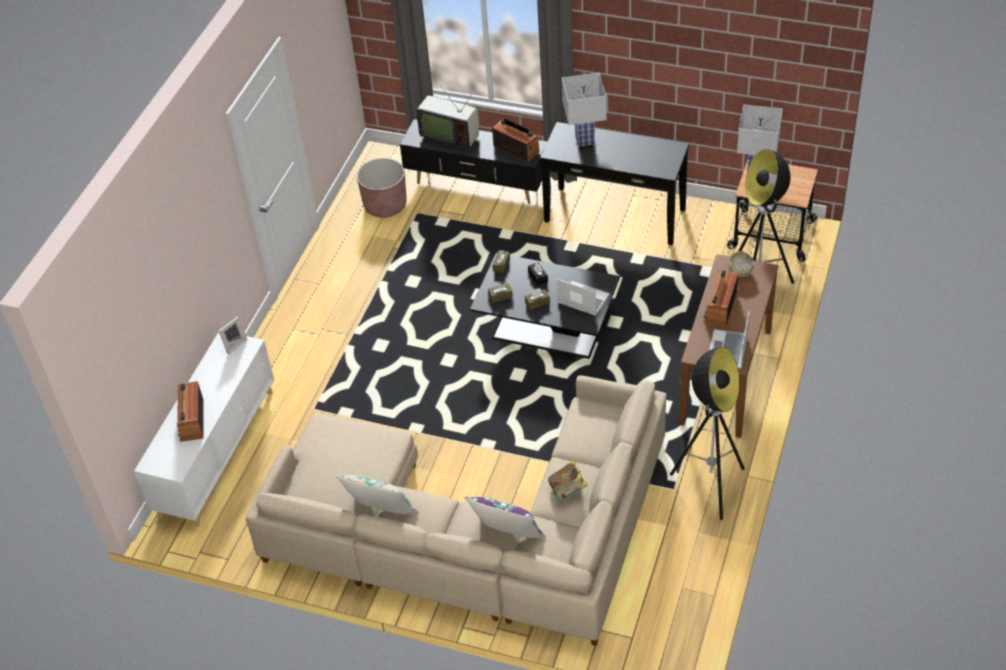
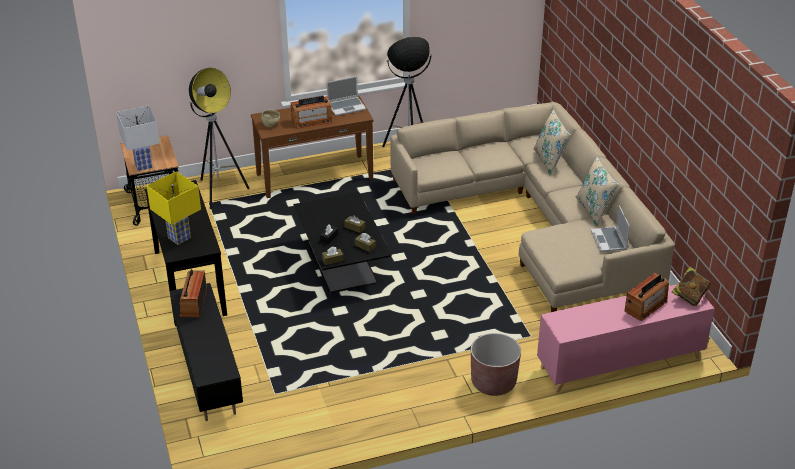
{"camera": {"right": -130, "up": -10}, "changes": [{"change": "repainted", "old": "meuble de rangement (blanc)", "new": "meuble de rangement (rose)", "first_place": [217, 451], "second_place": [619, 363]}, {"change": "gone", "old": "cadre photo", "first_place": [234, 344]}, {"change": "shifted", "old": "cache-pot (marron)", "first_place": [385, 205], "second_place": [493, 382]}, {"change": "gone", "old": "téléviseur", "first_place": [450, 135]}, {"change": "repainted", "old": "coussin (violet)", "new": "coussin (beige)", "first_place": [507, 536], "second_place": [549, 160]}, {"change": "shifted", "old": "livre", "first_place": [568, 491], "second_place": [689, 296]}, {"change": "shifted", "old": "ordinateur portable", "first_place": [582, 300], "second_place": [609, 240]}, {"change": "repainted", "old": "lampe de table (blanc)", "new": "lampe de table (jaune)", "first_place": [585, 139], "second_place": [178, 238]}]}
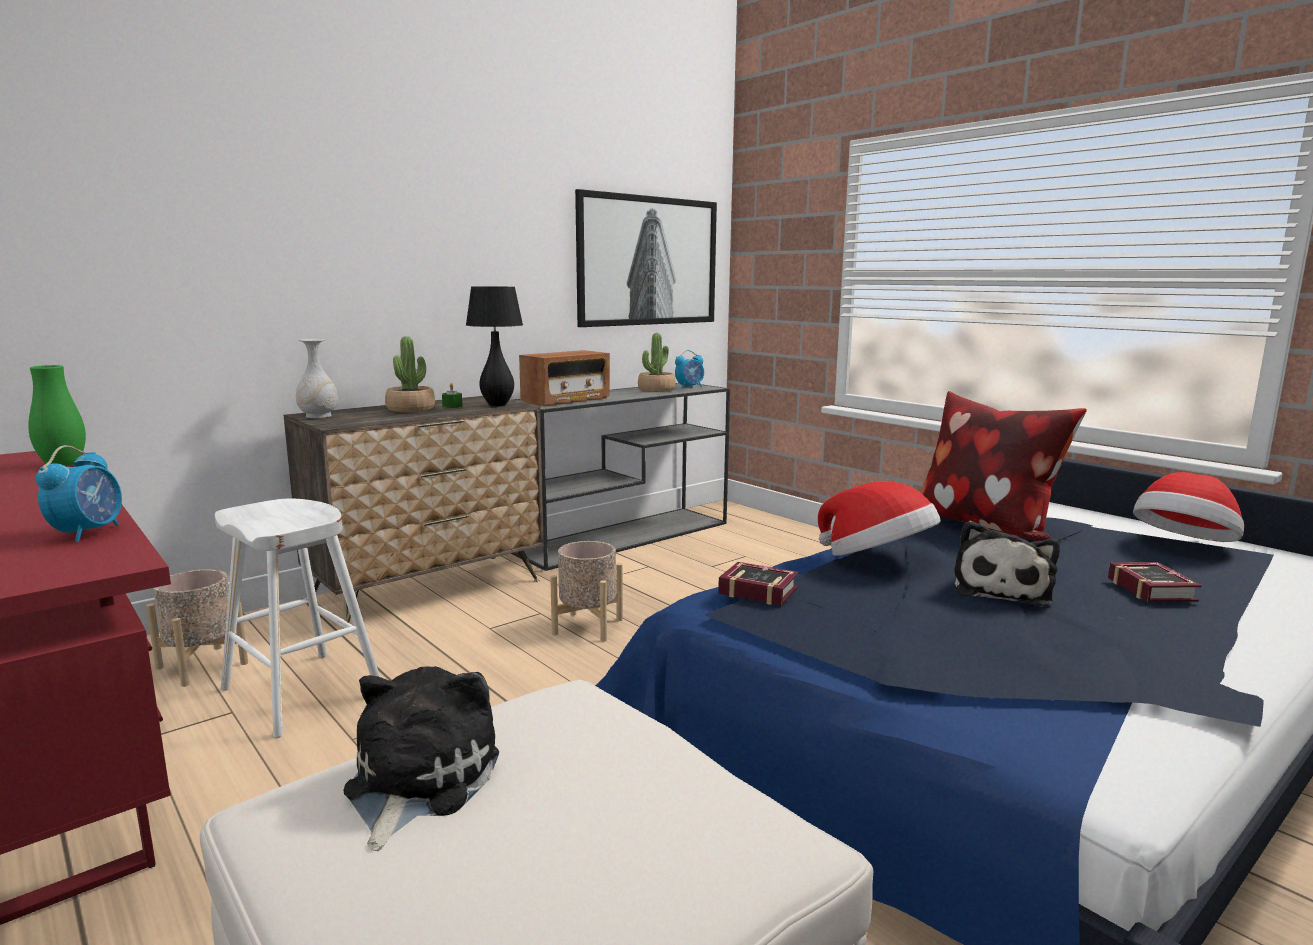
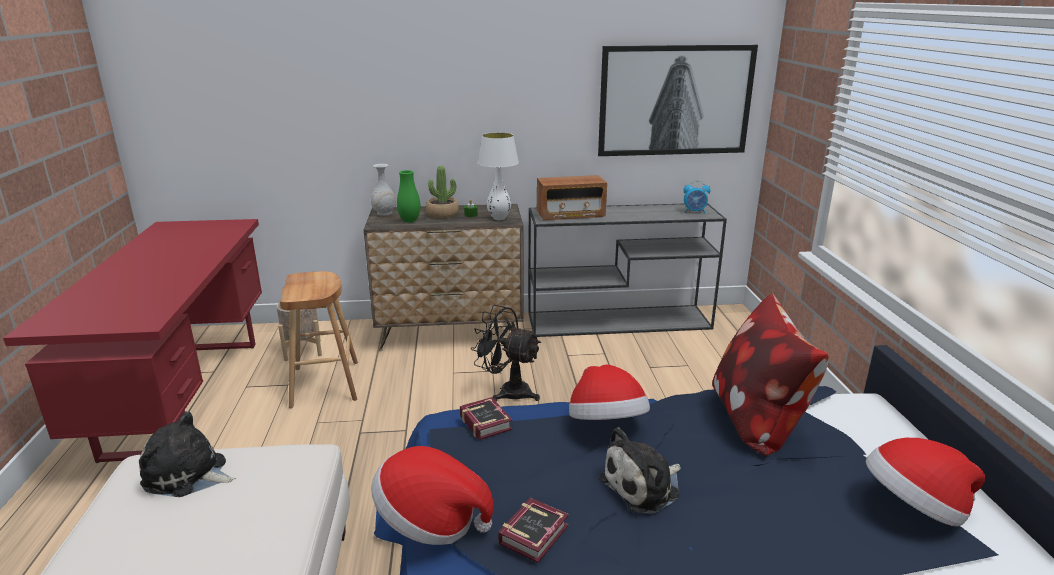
{"camera": {"right": 35, "up": 10}, "changes": [{"change": "shifted", "old": "vase (vert)", "first_place": [63, 464], "second_place": [409, 221]}, {"change": "gone", "old": "réveil", "first_place": [88, 533]}, {"change": "repainted", "old": "tabouret (blanc)", "new": "tabouret (marron)", "first_place": [302, 692], "second_place": [325, 383]}, {"change": "rotated", "old": "peluche", "first_place": [417, 781], "second_place": [188, 475], "degrees": -120}, {"change": "repainted", "old": "lampe de table (noir)", "new": "lampe de table (blanc)", "first_place": [498, 405], "second_place": [499, 218]}, {"change": "swapped", "old": "cache-pot (beige)", "new": "ventilateur (noir)", "first_place": [588, 626], "second_place": [508, 391]}, {"change": "gone", "old": "plante en pot", "first_place": [656, 390]}, {"change": "shifted", "old": "livre", "first_place": [1151, 588], "second_place": [536, 534]}, {"change": "new", "new": "chapeau", "second_place": [430, 521]}]}
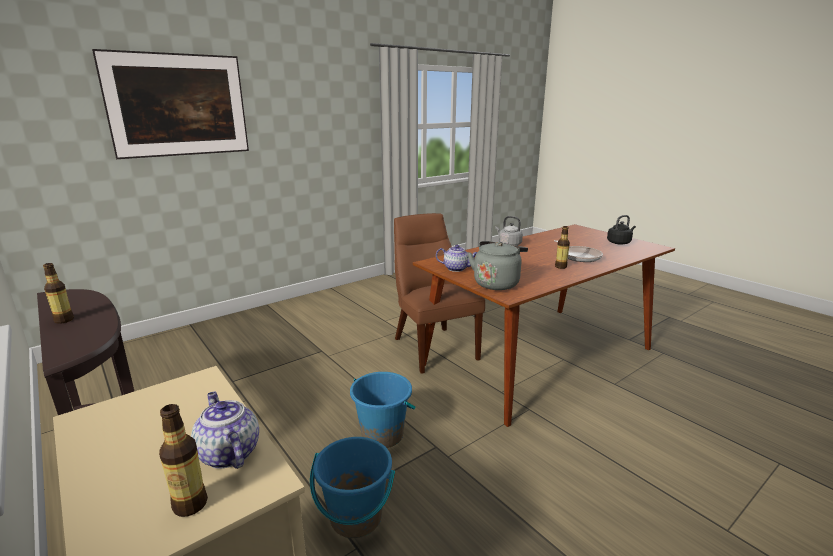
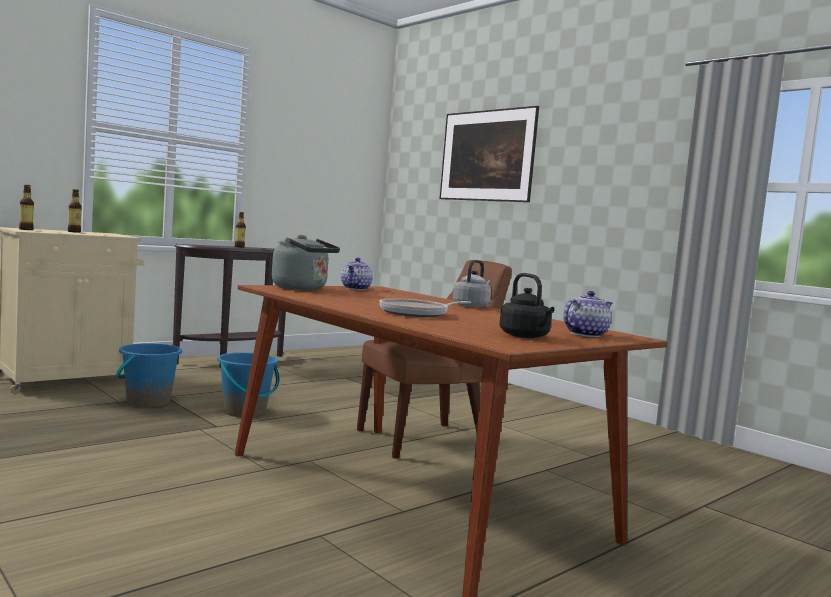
{"camera": {"right": 85, "up": -15}, "changes": [{"change": "shifted", "old": "théière", "first_place": [228, 453], "second_place": [586, 334]}, {"change": "shifted", "old": "bouteille", "first_place": [560, 267], "second_place": [74, 232]}]}
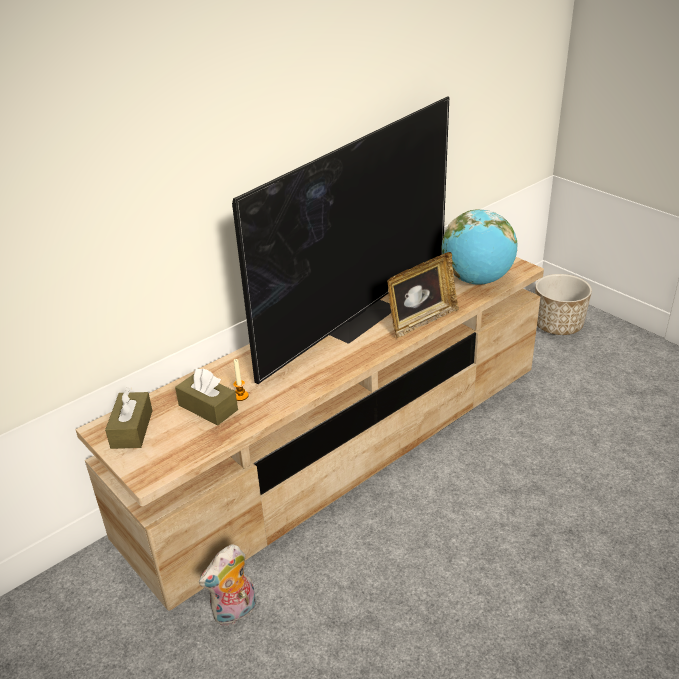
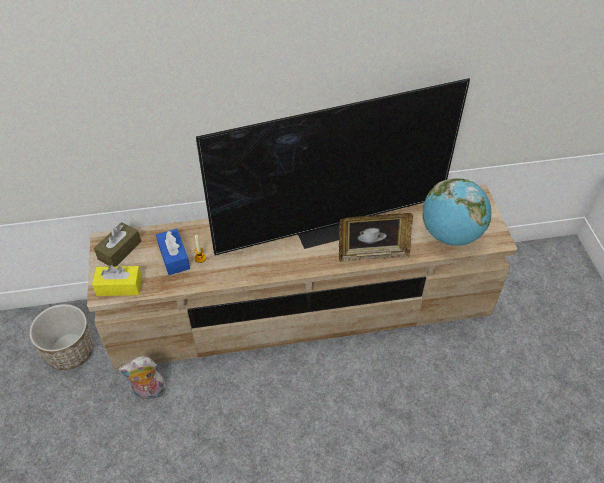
{"camera": {"right": 30, "up": 15}, "changes": [{"change": "repainted", "old": "boîte à mouchoirs (marron)", "new": "boîte à mouchoirs (bleu)", "first_place": [208, 407], "second_place": [174, 257]}, {"change": "shifted", "old": "cache-pot", "first_place": [558, 325], "second_place": [70, 351]}, {"change": "new", "new": "boîte à mouchoirs (jaune)", "second_place": [119, 286]}]}
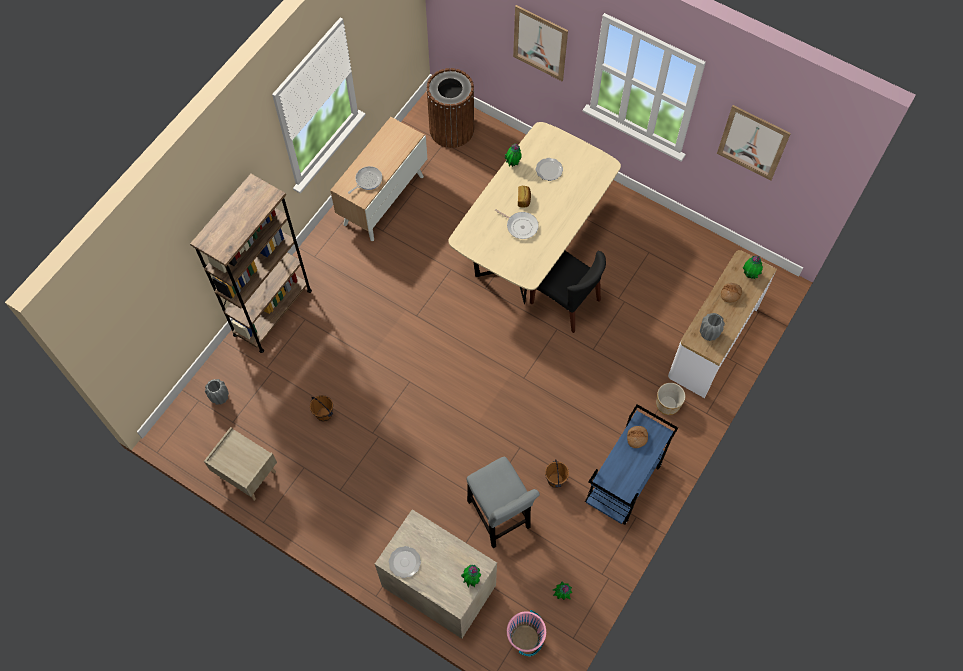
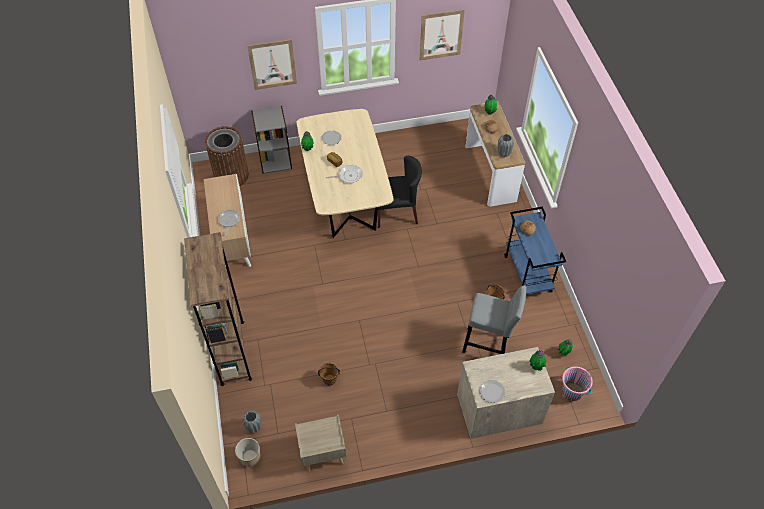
{"camera": {"right": -45, "up": -10}, "changes": [{"change": "shifted", "old": "cache-pot", "first_place": [668, 404], "second_place": [250, 456]}, {"change": "new", "new": "bibliothèque (gris)", "second_place": [275, 160]}]}
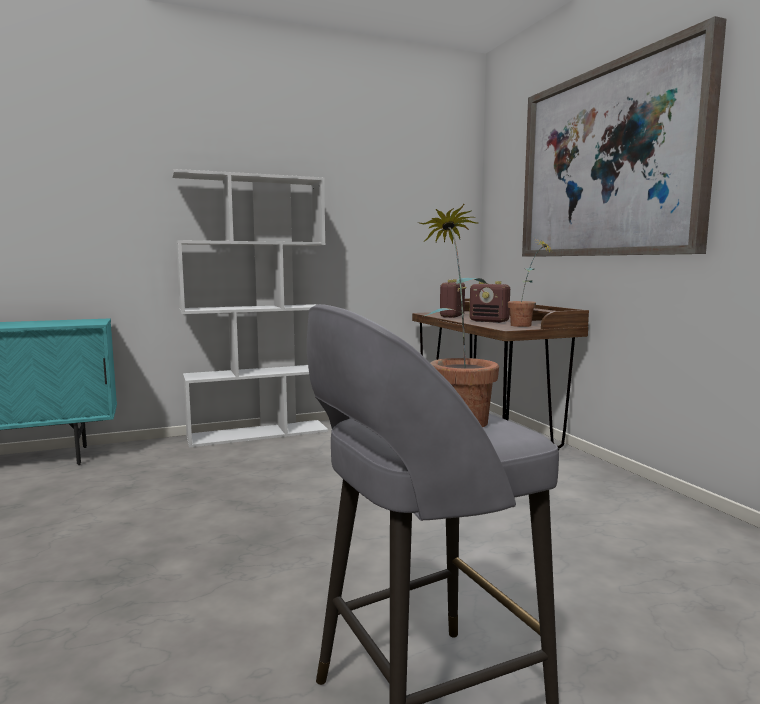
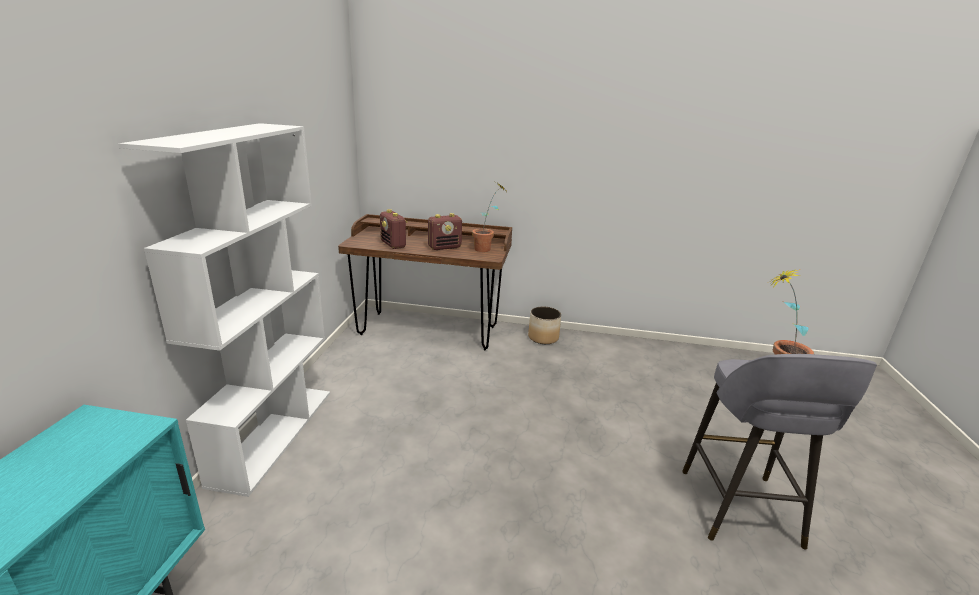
{"camera": {"right": -60, "up": 15}, "changes": [{"change": "gone", "old": "tableau", "first_place": [607, 163]}, {"change": "new", "new": "cache-pot", "second_place": [543, 337]}]}
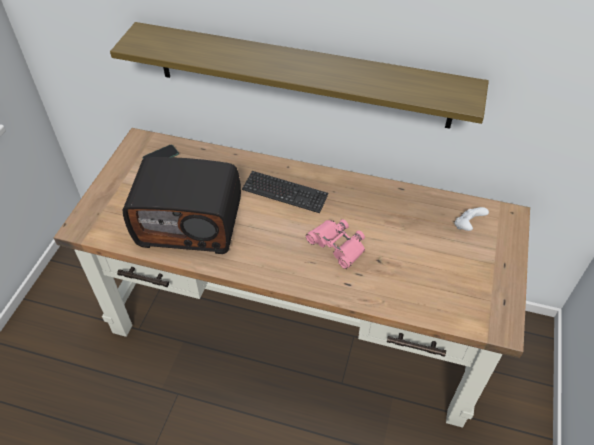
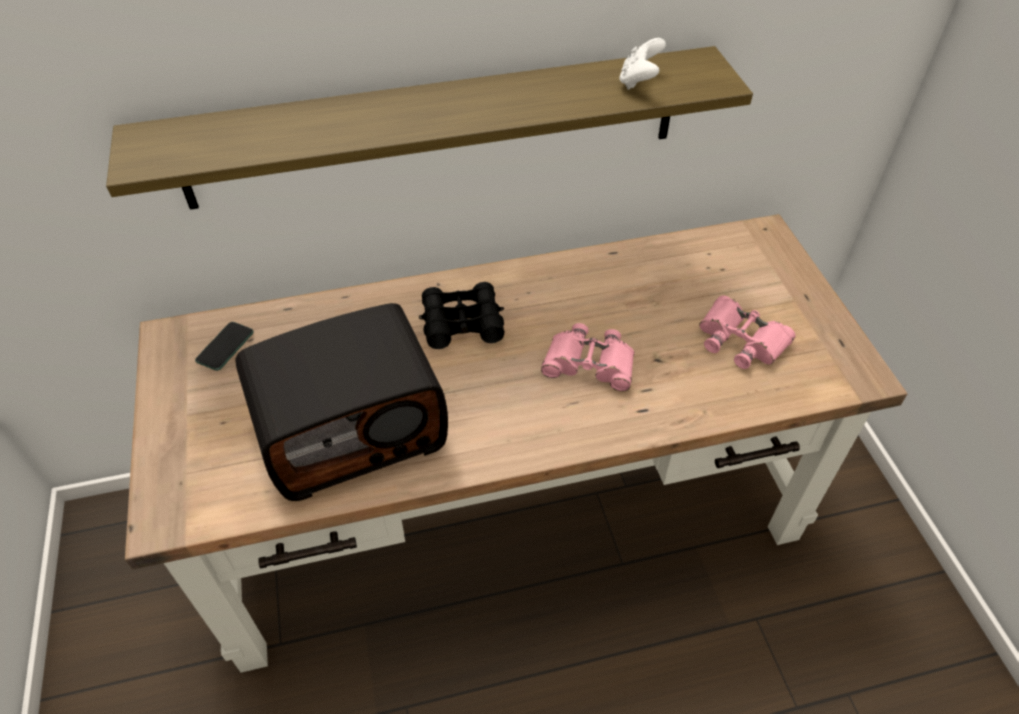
{"camera": {"right": -30, "up": 0}, "changes": [{"change": "swapped", "old": "clavier", "new": "jumelles (noir)", "first_place": [285, 193], "second_place": [462, 323]}, {"change": "shifted", "old": "manette (blanc)", "first_place": [467, 226], "second_place": [639, 81]}, {"change": "new", "new": "jumelles (rose)", "second_place": [741, 340]}]}
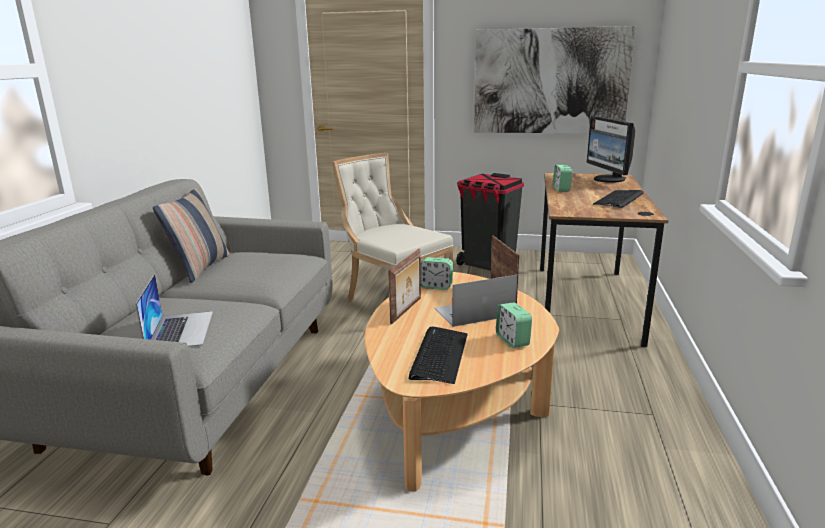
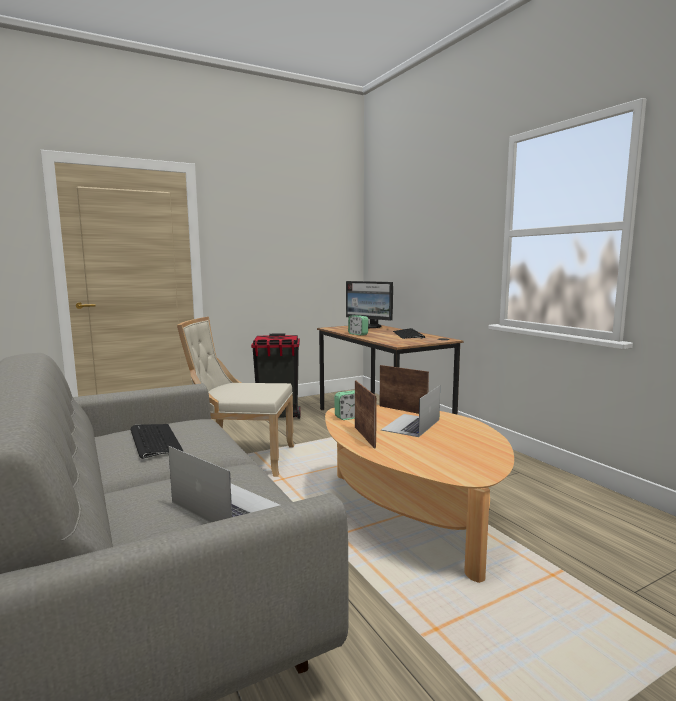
{"camera": {"right": -40, "up": -10}, "changes": [{"change": "gone", "old": "coussin", "first_place": [200, 268]}, {"change": "shifted", "old": "clavier", "first_place": [439, 355], "second_place": [154, 441]}, {"change": "gone", "old": "tableau", "first_place": [550, 81]}, {"change": "gone", "old": "réveil", "first_place": [512, 340]}]}
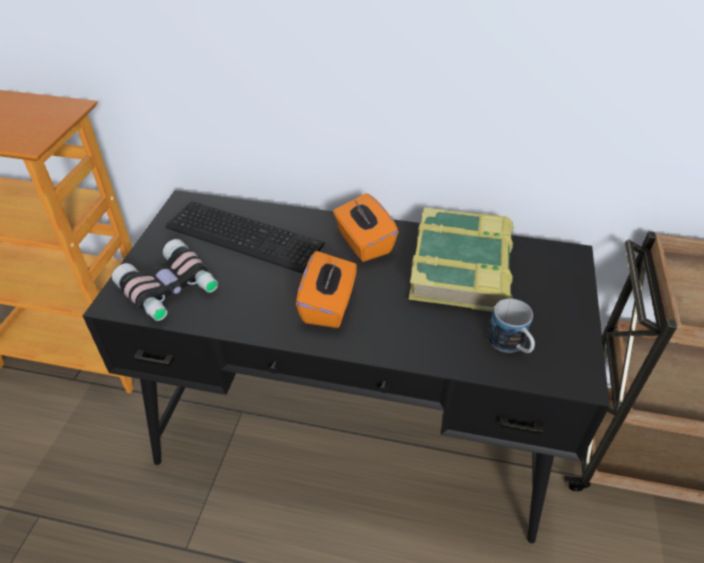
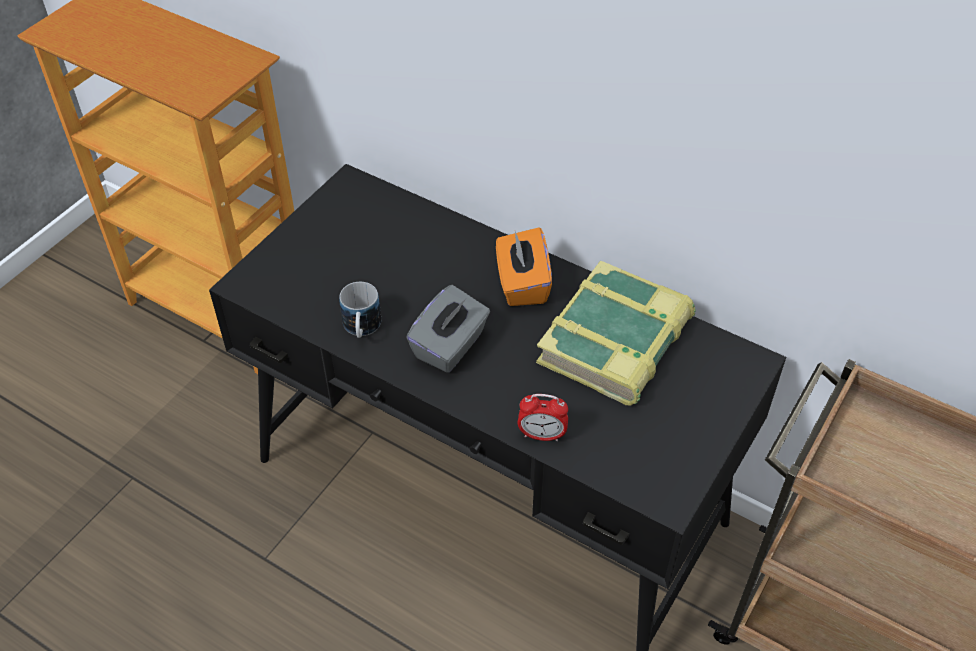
{"camera": {"right": 20, "up": 5}, "changes": [{"change": "gone", "old": "jumelles", "first_place": [170, 289]}, {"change": "gone", "old": "clavier", "first_place": [244, 233]}, {"change": "repainted", "old": "boîte à mouchoirs (orange)", "new": "boîte à mouchoirs (gris)", "first_place": [328, 306], "second_place": [450, 346]}, {"change": "shifted", "old": "mug", "first_place": [511, 345], "second_place": [361, 329]}, {"change": "new", "new": "réveil", "second_place": [542, 435]}]}
